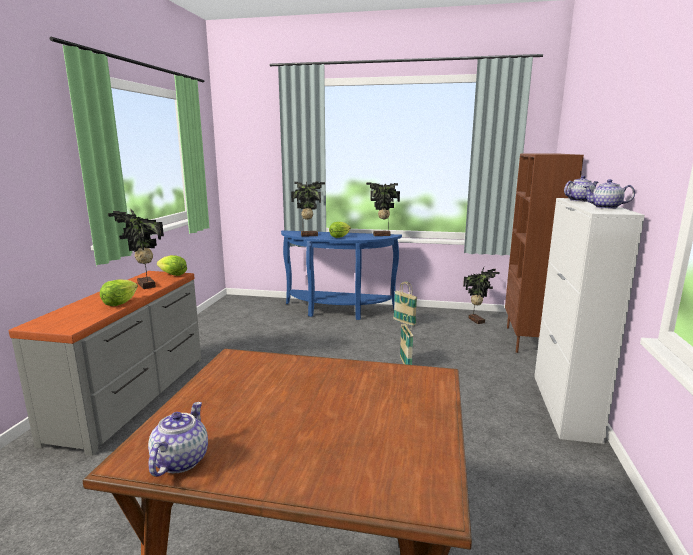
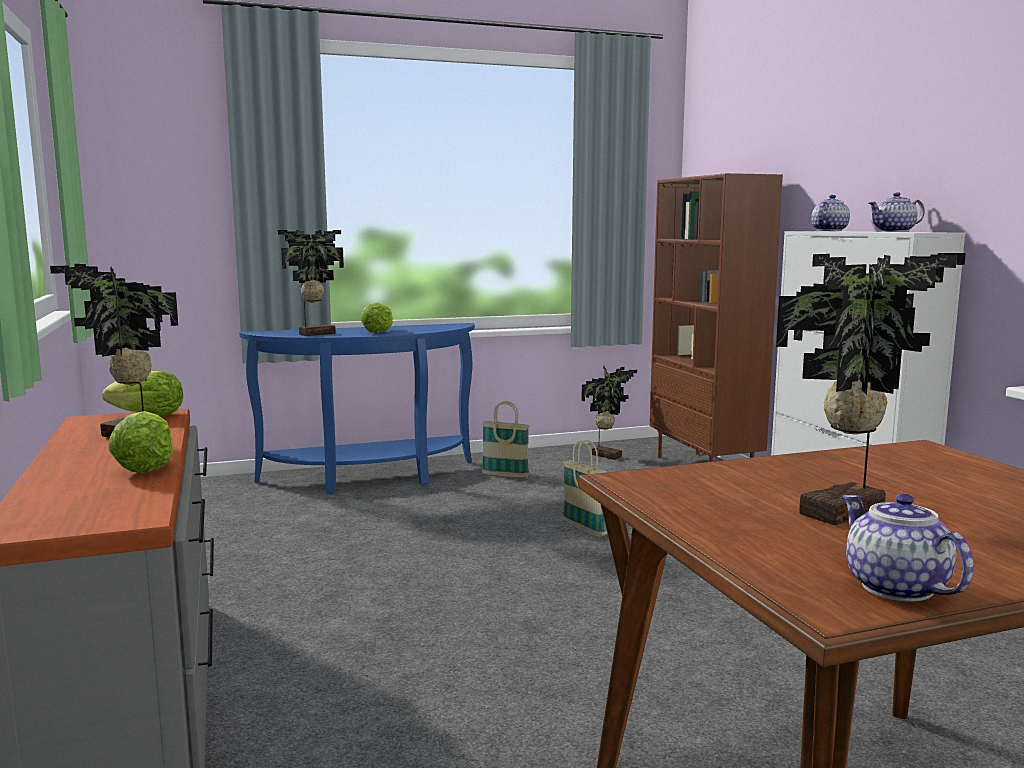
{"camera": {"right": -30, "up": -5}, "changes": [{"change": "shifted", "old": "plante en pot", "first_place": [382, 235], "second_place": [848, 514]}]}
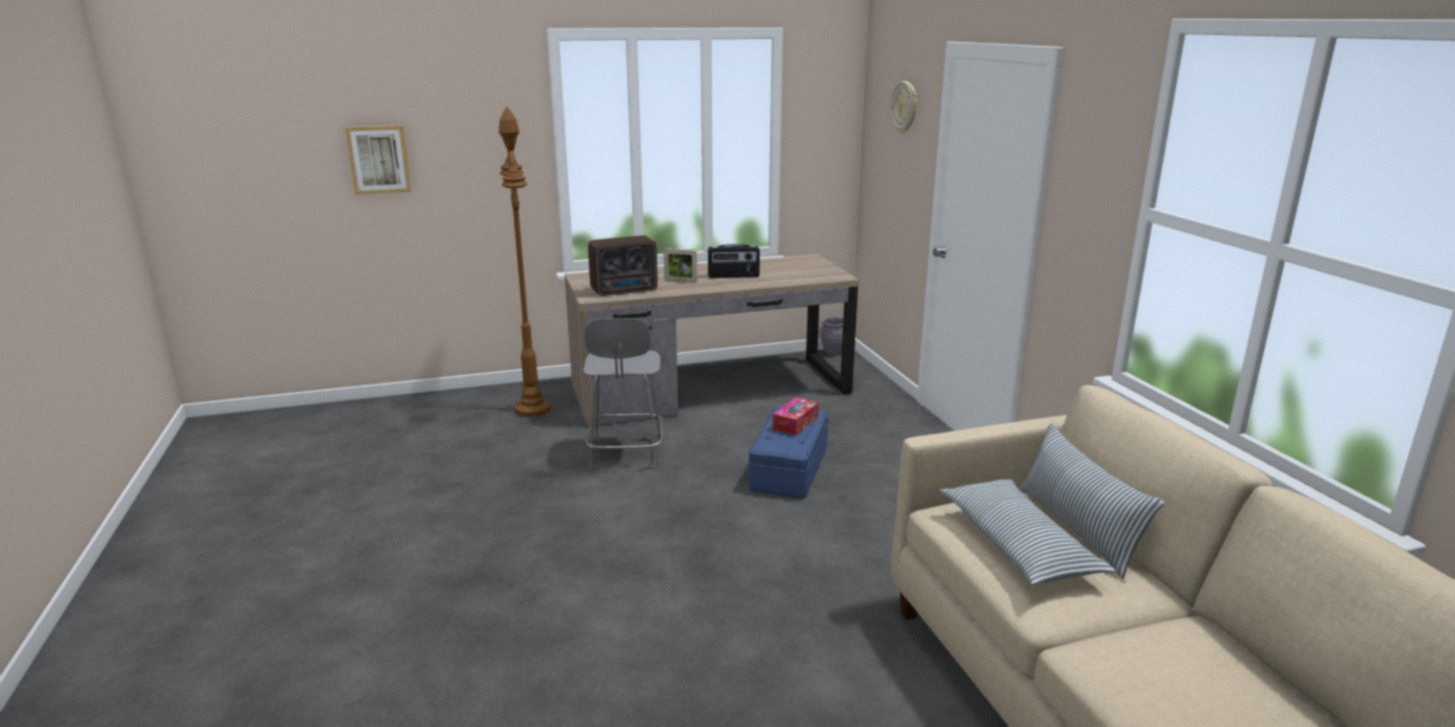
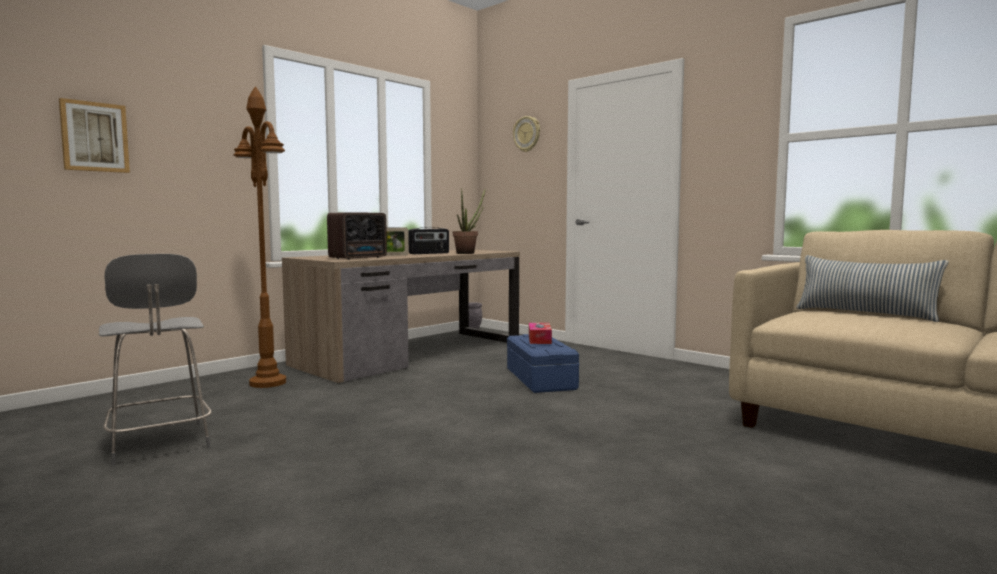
{"camera": {"right": -30, "up": -15}, "changes": [{"change": "shifted", "old": "tabouret (gris)", "first_place": [626, 455], "second_place": [159, 444]}, {"change": "gone", "old": "coussin", "first_place": [1018, 545]}, {"change": "new", "new": "plante en pot", "second_place": [468, 253]}]}
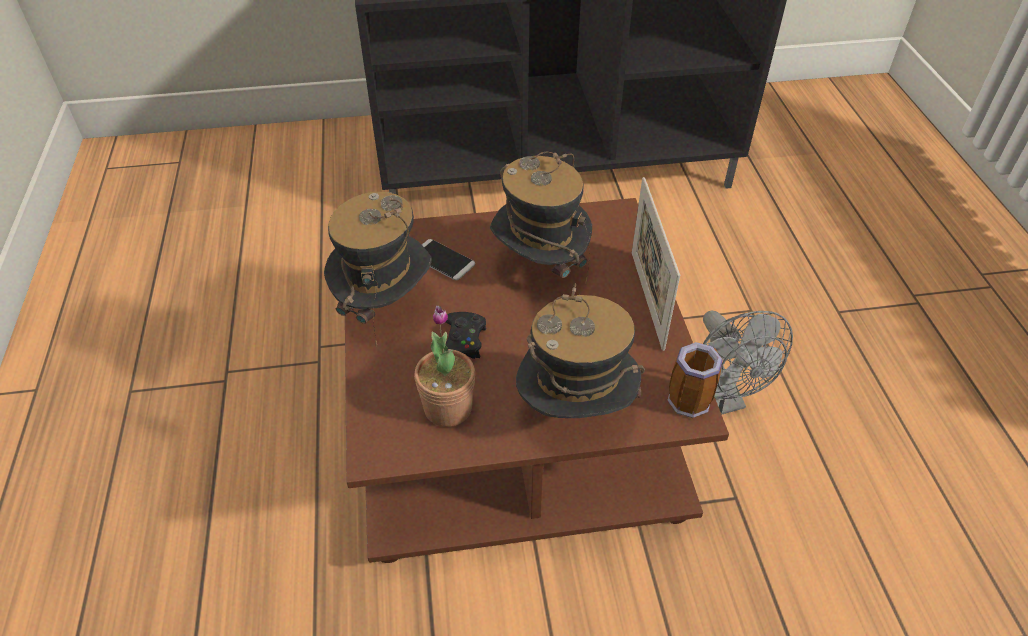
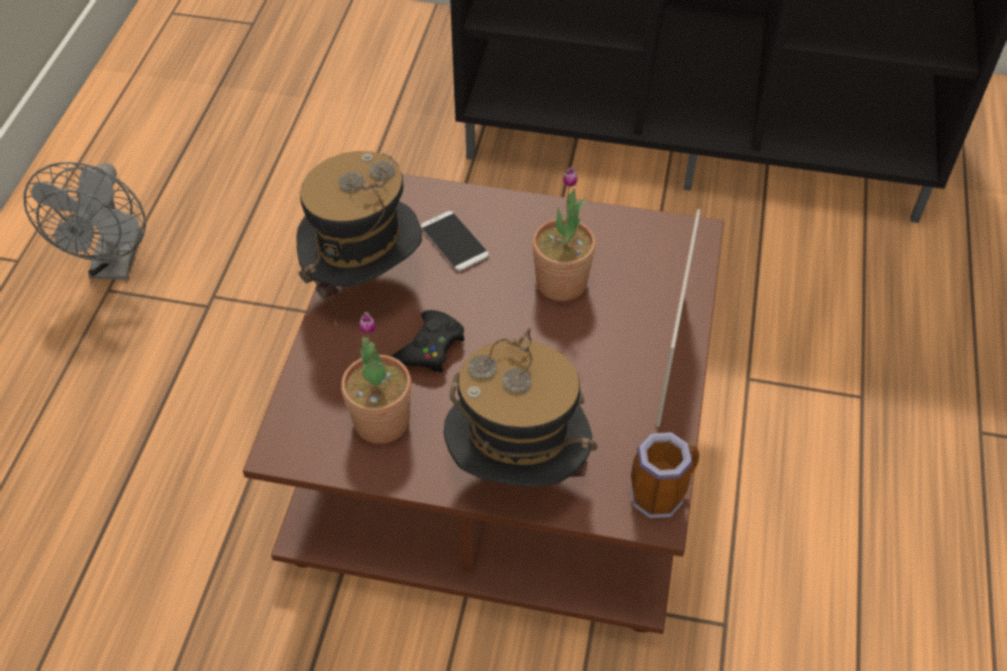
{"camera": {"right": 20, "up": 5}, "changes": [{"change": "swapped", "old": "chapeau", "new": "plante en pot", "first_place": [540, 268], "second_place": [561, 282]}, {"change": "shifted", "old": "ventilateur (gris)", "first_place": [721, 399], "second_place": [115, 265]}]}
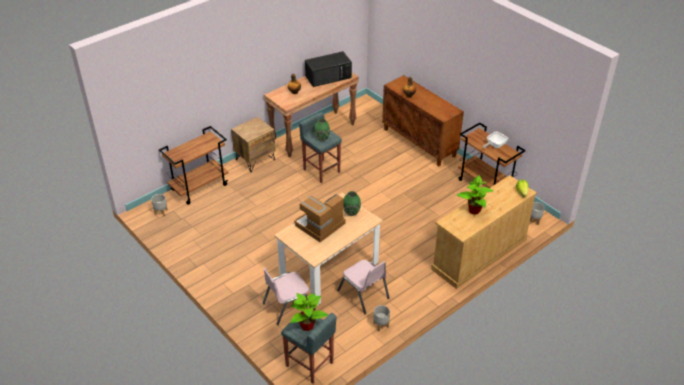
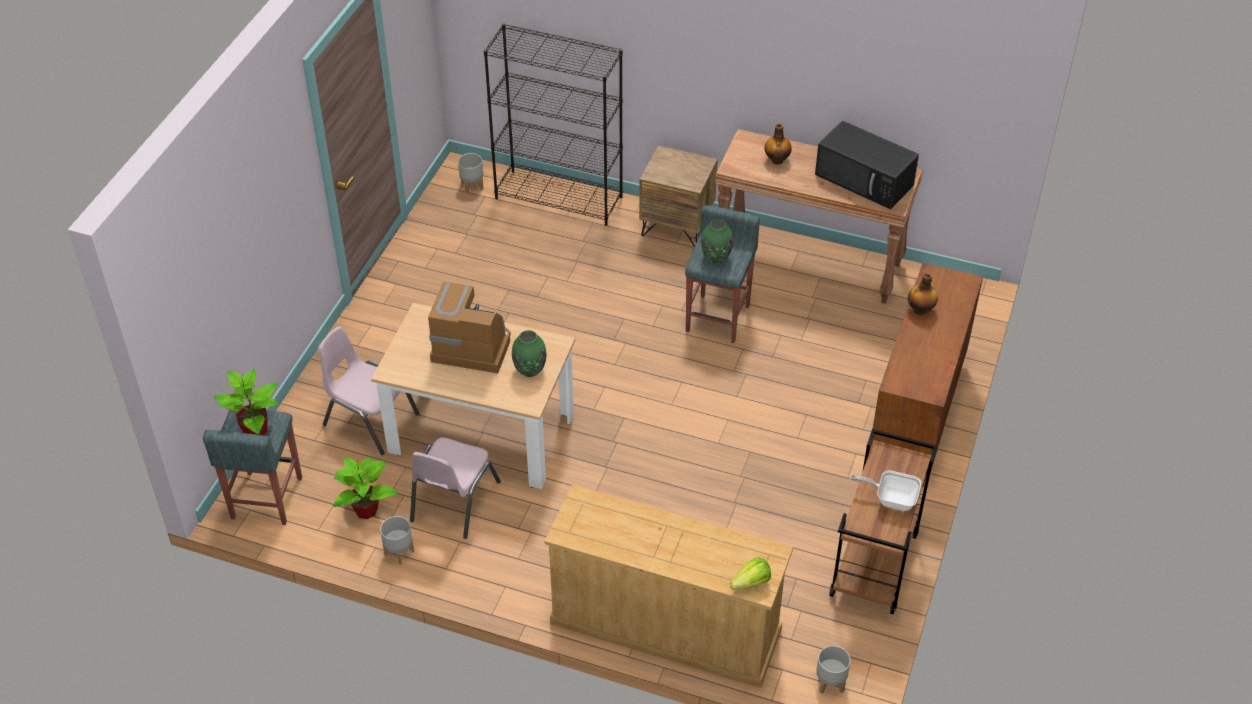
{"camera": {"right": 60, "up": 5}, "changes": [{"change": "swapped", "old": "chariot (marron)", "new": "bibliothèque (noir)", "first_place": [200, 187], "second_place": [559, 197]}, {"change": "shifted", "old": "plante en pot", "first_place": [474, 210], "second_place": [367, 510]}]}
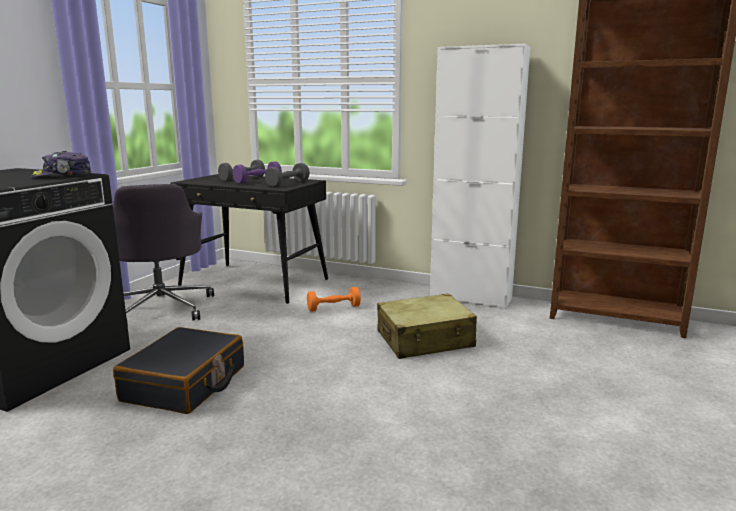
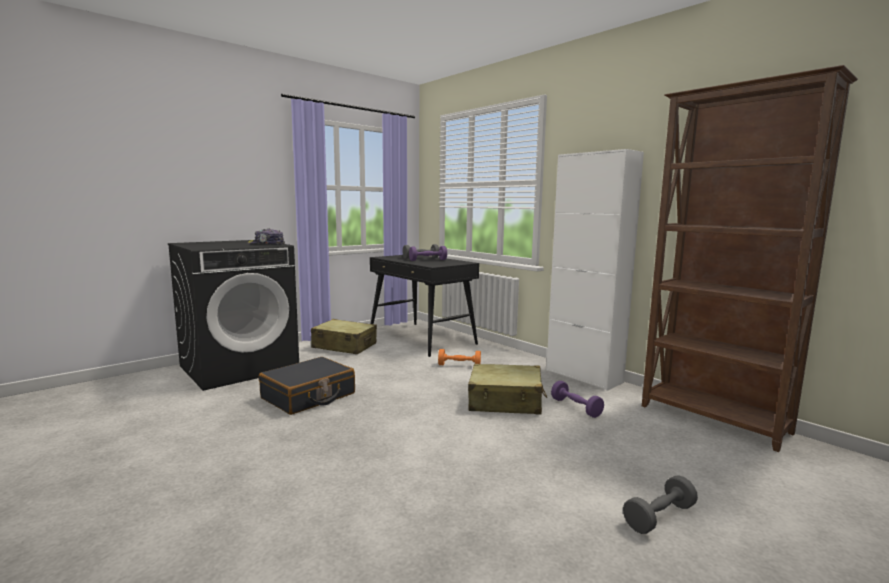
{"camera": {"right": 25, "up": -5}, "changes": [{"change": "swapped", "old": "chaise de bureau (gris)", "new": "valise (beige)", "first_place": [162, 308], "second_place": [344, 346]}, {"change": "shifted", "old": "haltère (gris)", "first_place": [288, 183], "second_place": [659, 517]}, {"change": "new", "new": "haltère (violet)", "second_place": [576, 407]}]}
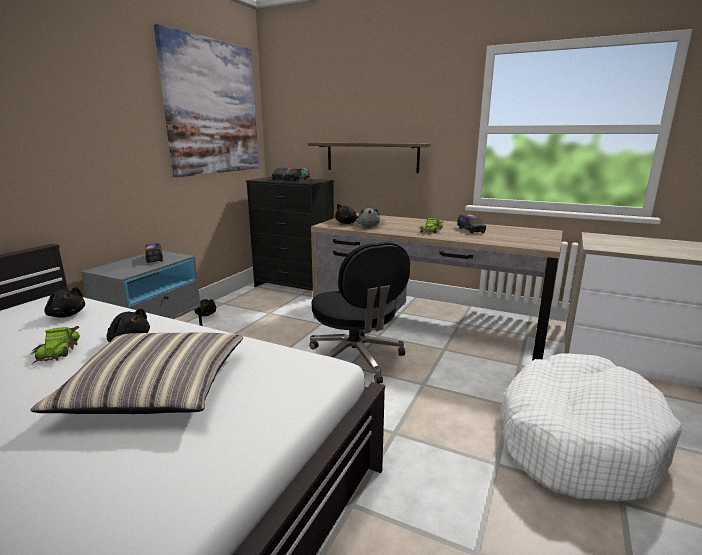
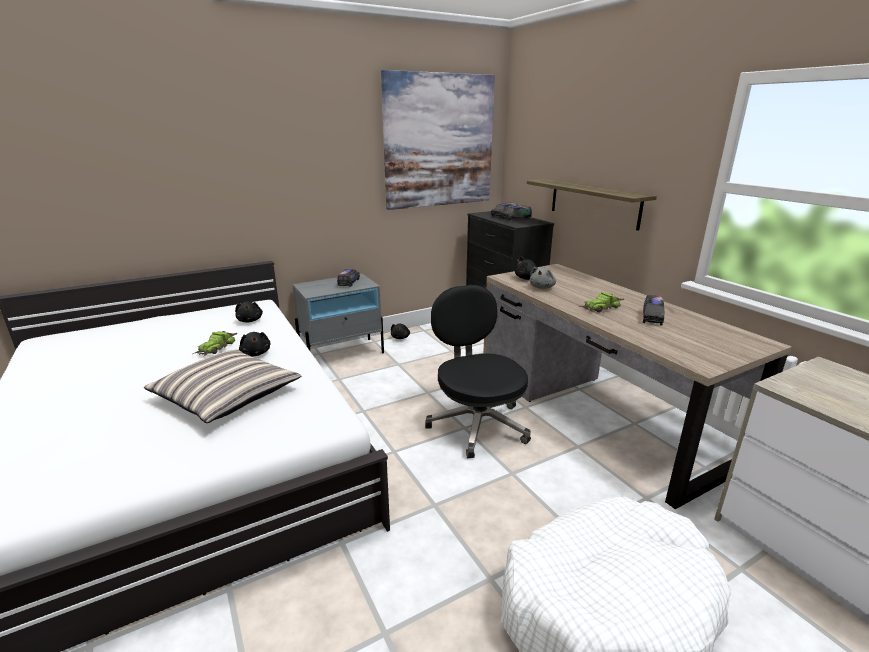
{"camera": {"right": 35, "up": 5}, "changes": [{"change": "rotated", "old": "chaise de bureau (noir)", "first_place": [356, 360], "second_place": [477, 424], "degrees": 150}]}
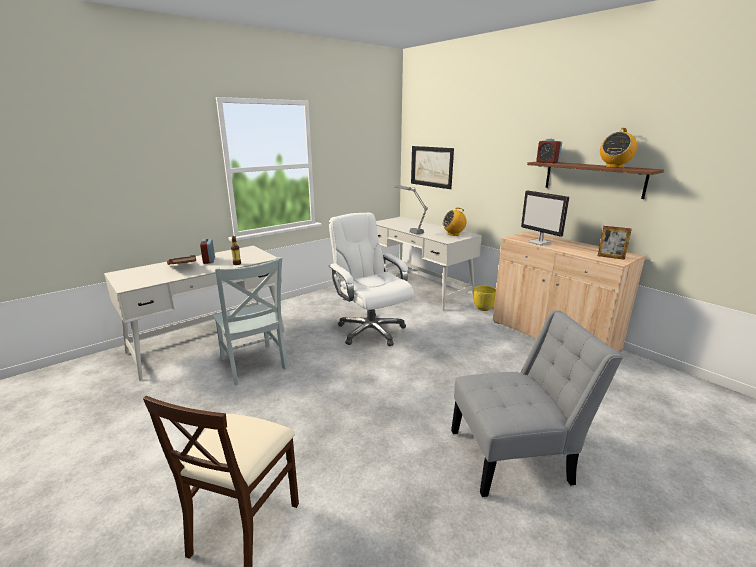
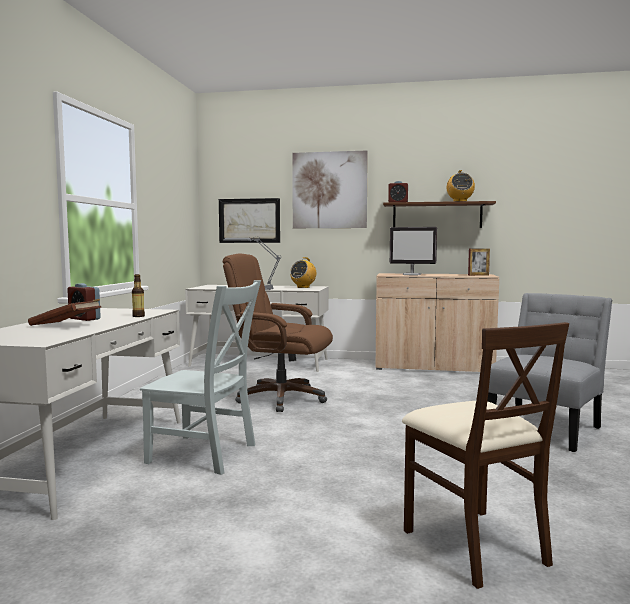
{"camera": {"right": -40, "up": -15}, "changes": [{"change": "repainted", "old": "chaise de bureau (blanc)", "new": "chaise de bureau (marron)", "first_place": [370, 331], "second_place": [280, 398]}, {"change": "gone", "old": "cache-pot (jaune)", "first_place": [483, 308]}, {"change": "new", "new": "tableau", "second_place": [329, 190]}]}
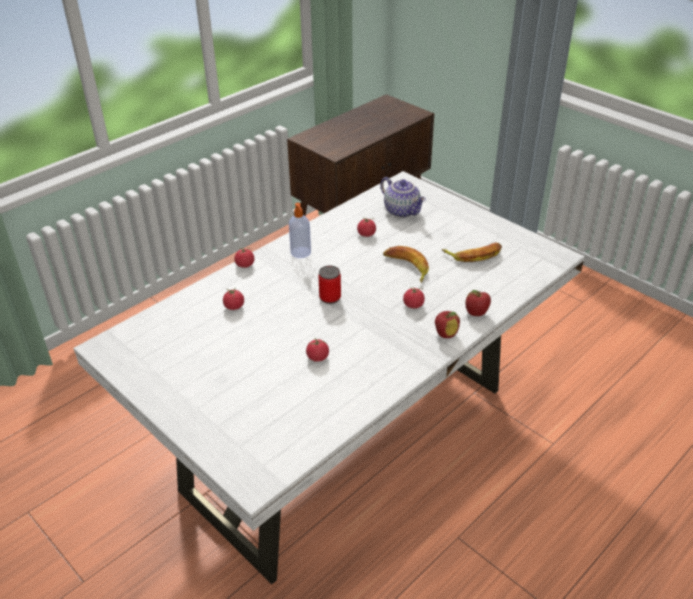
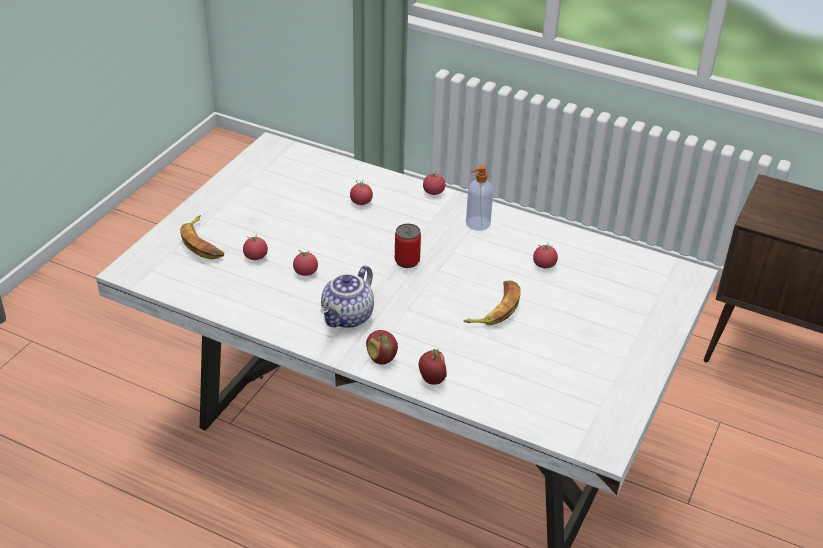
{"camera": {"right": 70, "up": 0}, "changes": [{"change": "shifted", "old": "théière", "first_place": [402, 211], "second_place": [348, 317]}, {"change": "shifted", "old": "tomate", "first_place": [413, 305], "second_place": [256, 256]}, {"change": "shifted", "old": "banane", "first_place": [474, 255], "second_place": [203, 243]}]}
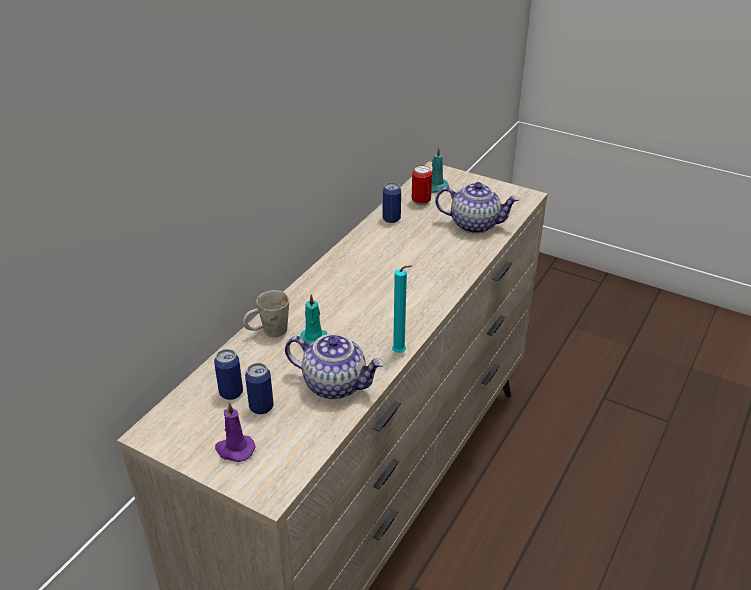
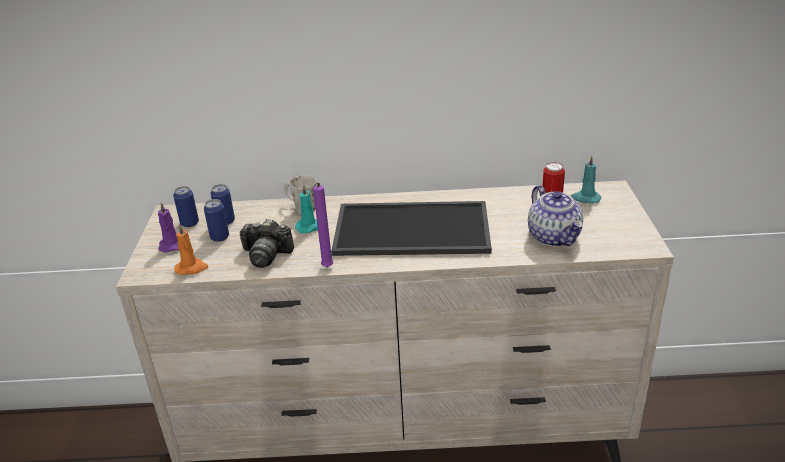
{"camera": {"right": 60, "up": -5}, "changes": [{"change": "swapped", "old": "théière", "new": "appareil photo", "first_place": [335, 384], "second_place": [266, 255]}, {"change": "shifted", "old": "boîte métallique", "first_place": [391, 219], "second_place": [189, 223]}, {"change": "repainted", "old": "bougie (turquoise)", "new": "bougie (violet)", "first_place": [400, 353], "second_place": [327, 268]}, {"change": "new", "new": "bougie (orange)", "second_place": [192, 268]}, {"change": "new", "new": "plateau", "second_place": [410, 230]}]}
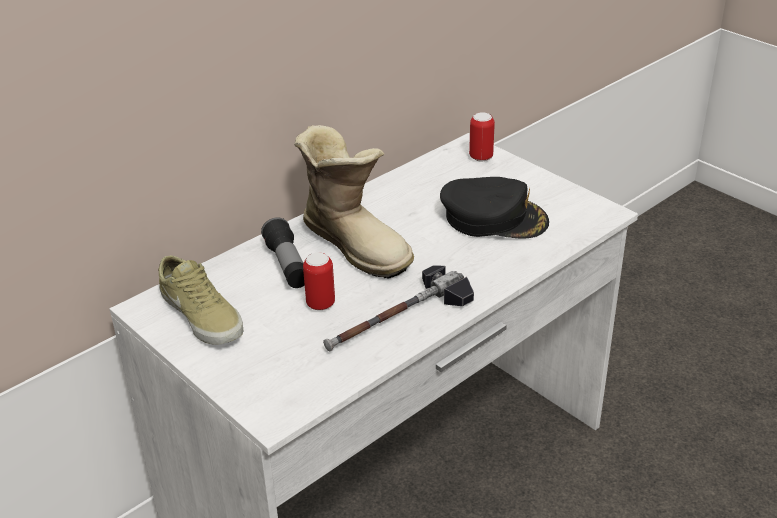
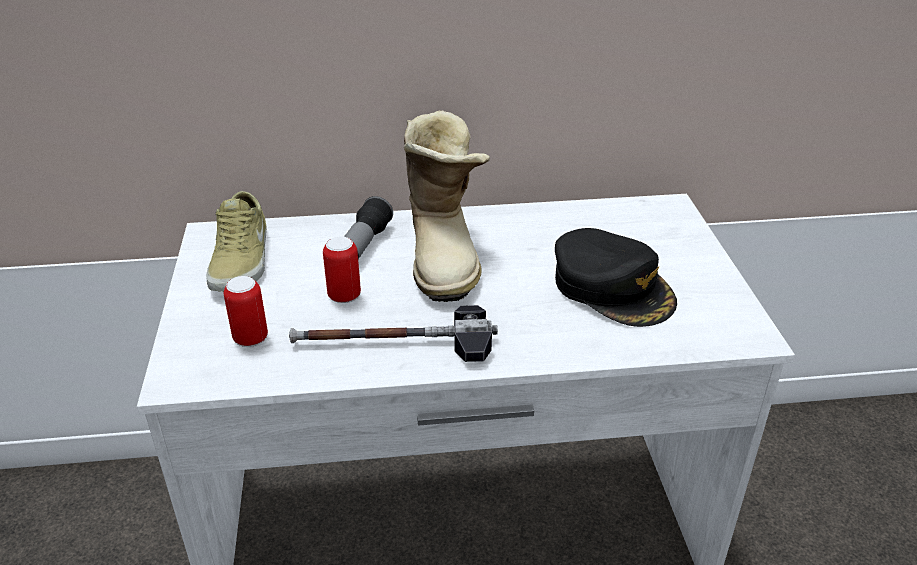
{"camera": {"right": 35, "up": 0}, "changes": [{"change": "shifted", "old": "boîte métallique", "first_place": [481, 157], "second_place": [250, 338]}]}
